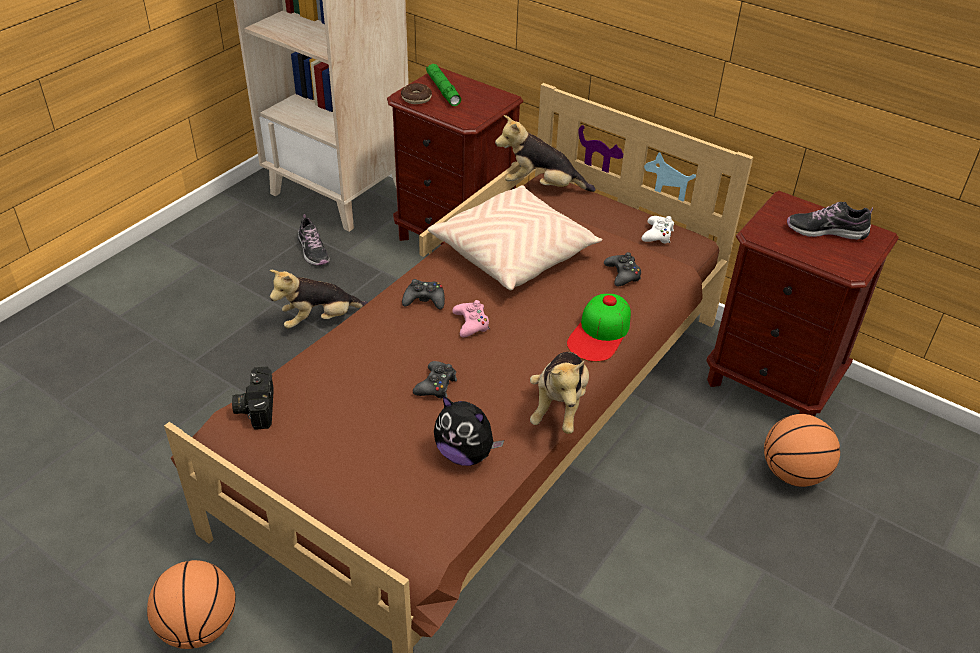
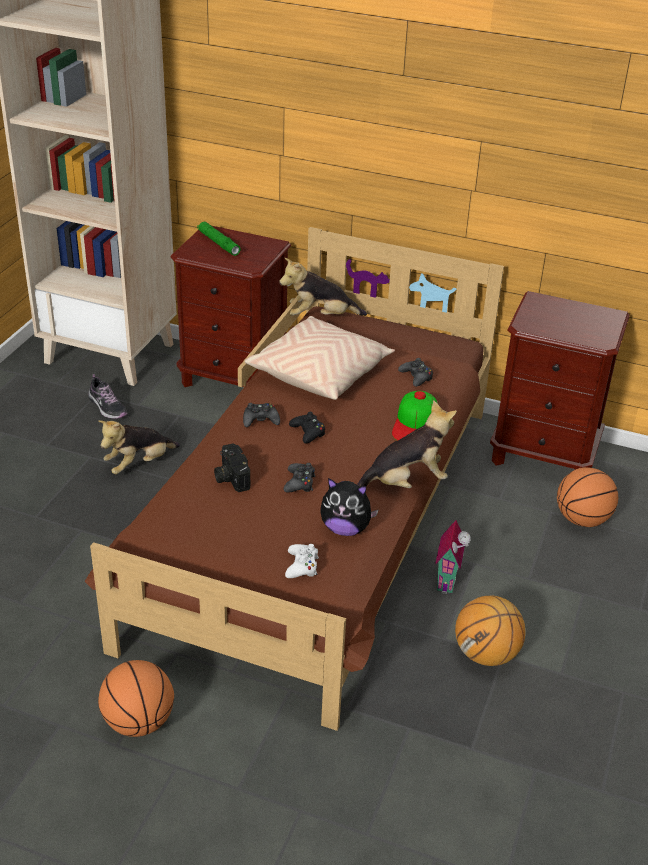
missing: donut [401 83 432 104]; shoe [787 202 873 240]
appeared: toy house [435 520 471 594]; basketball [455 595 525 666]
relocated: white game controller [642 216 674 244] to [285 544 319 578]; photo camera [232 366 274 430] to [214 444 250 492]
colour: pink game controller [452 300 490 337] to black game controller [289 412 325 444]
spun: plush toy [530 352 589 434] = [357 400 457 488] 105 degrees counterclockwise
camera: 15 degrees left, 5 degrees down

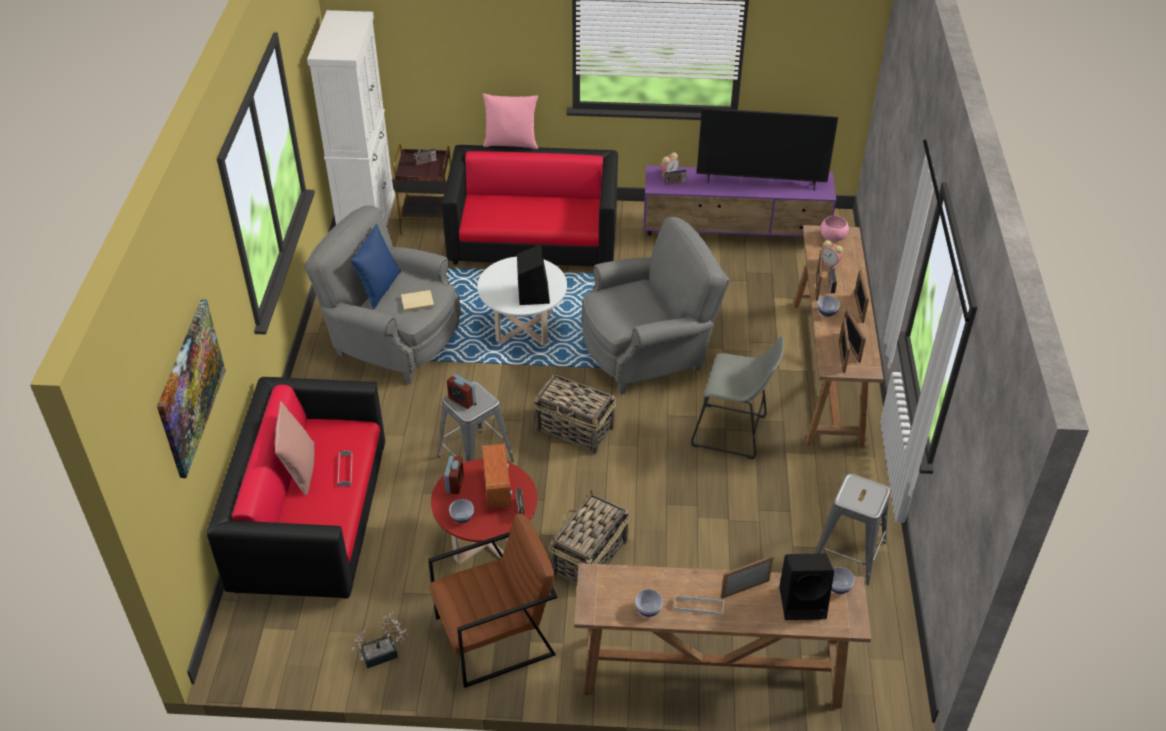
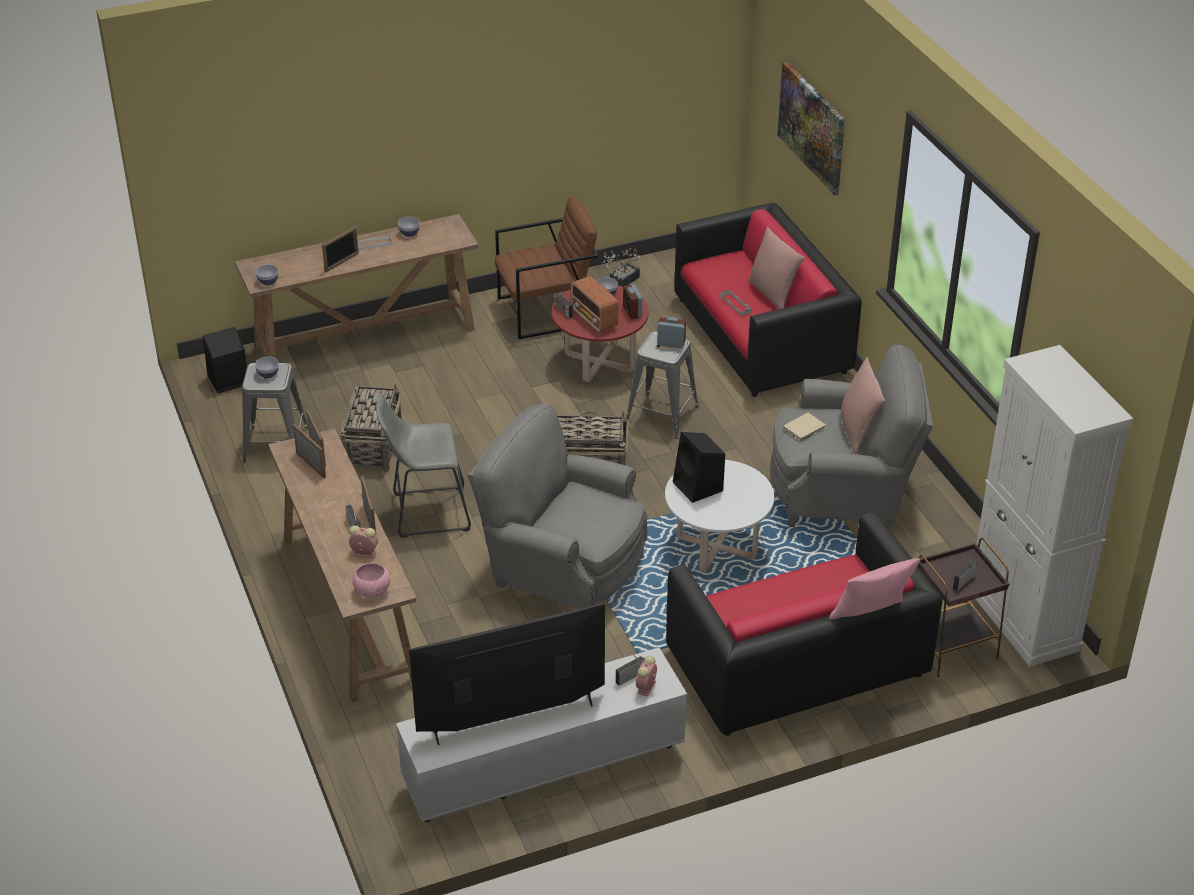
missing: picture frame [854 270 869 323]
relocated: bowl [817 296 840 317] to [255 356 279 379]; basket [549 490 630 584] to [340 384 402 472]; black speaker [779 553 834 620] to [203 327 247 393]
colour: purple tv stand [643 165 836 237] to white tv stand [396 648 687 822]; blue pillow [350 224 401 309] to pink pillow [841 357 885 454]
spun: grey armchair [581 217 730 395] = [468 404 647 608] 75 degrees clockwise; brown armchair [428 514 557 688] = [495 197 599 339] 150 degrees counterclockwise
camera: 155 degrees right, 5 degrees down

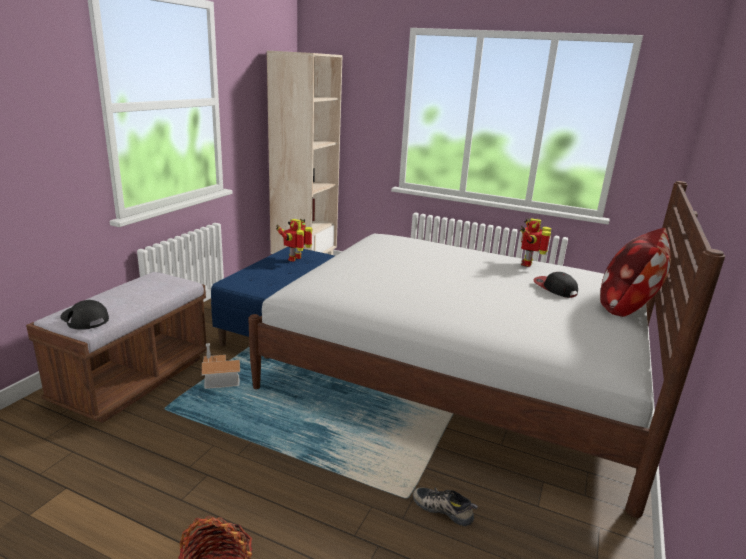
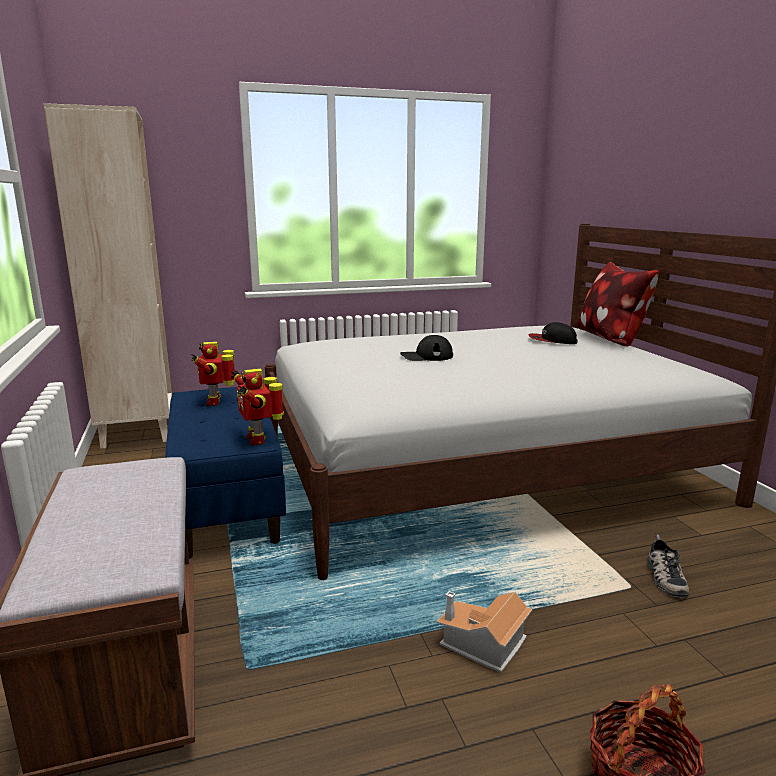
relocated: toy robot [520 218 551 267] to [231 368 284 445]; black cap [60 300 109 330] to [400 335 453 361]; toy house [202 343 240 389] to [436 591 532 673]
spun: shoe [413 487 478 526] = [647 535 689 598] 75 degrees counterclockwise
camera: 40 degrees left, 5 degrees down

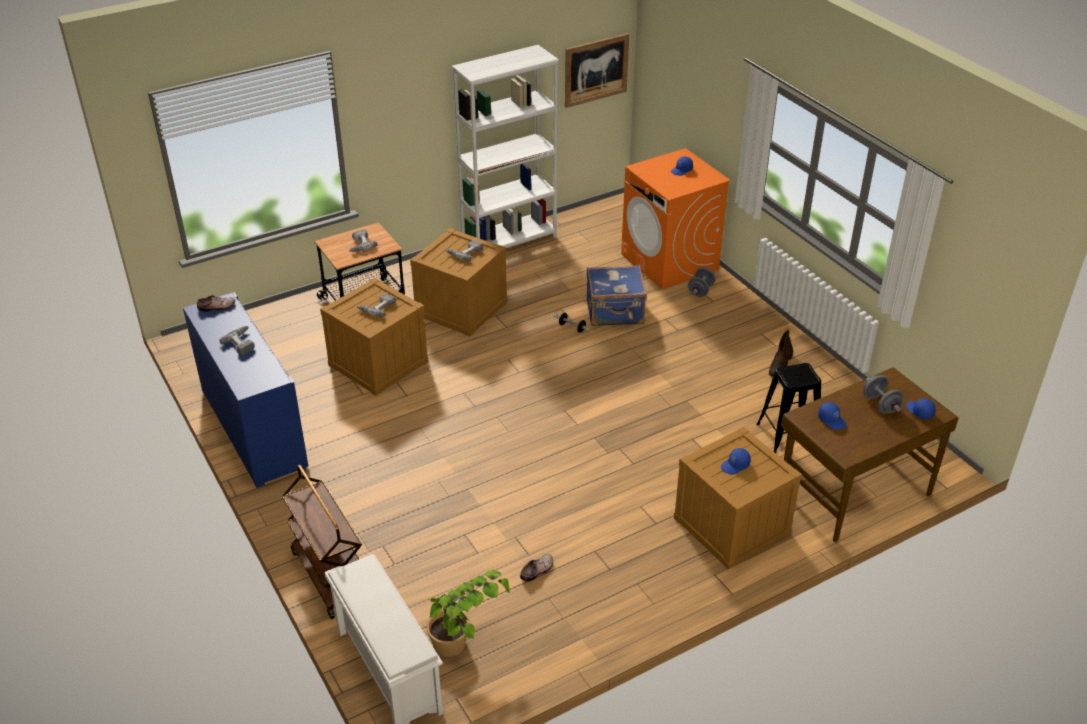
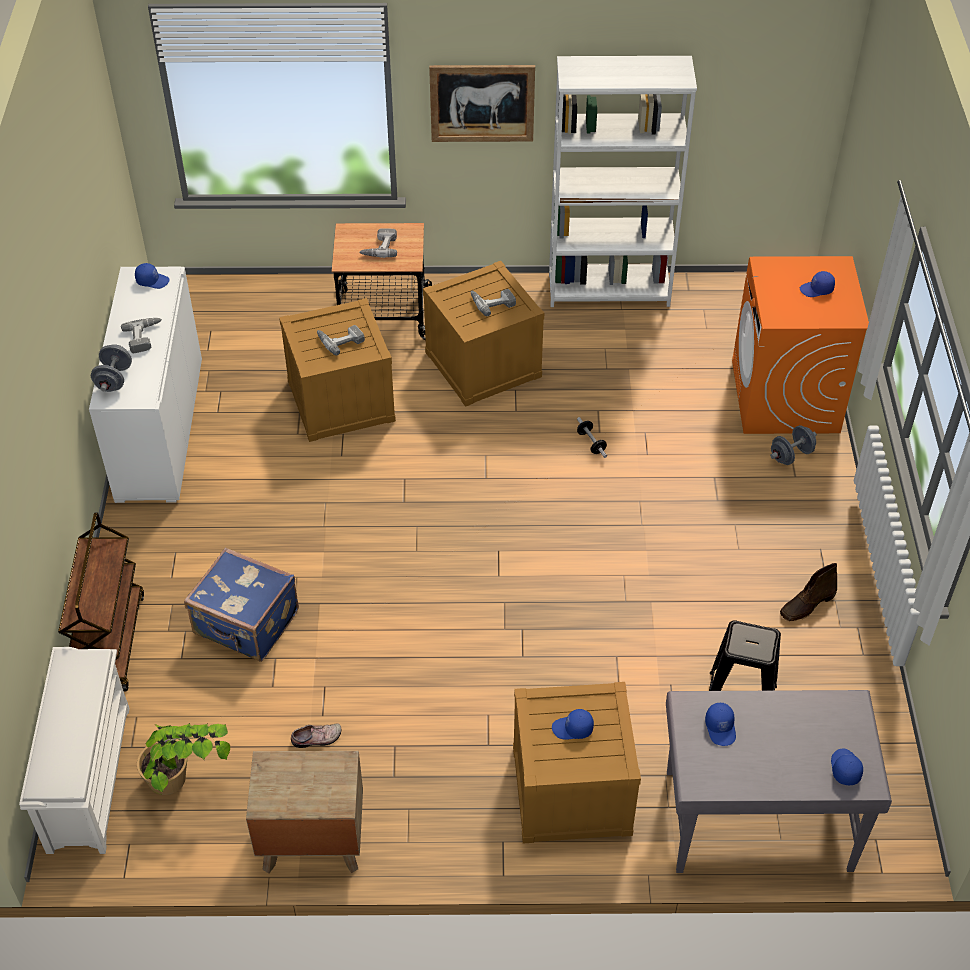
appeared: brown nightstand [246 751 363 873]
relocated: picture [565 33 629 108] to [429 65 535 142]; blue suitcase [587 265 647 326] to [184 548 299 662]; grey dumbbell [863 375 903 414] to [91 344 132 392]
exchanged: shoe [197 295 235 312] to blue cap [135 263 170 289]
colour: blue cabinet [183 292 308 488] to white cabinet [89 267 202 503]; brown desk [781 367 959 542] to grey desk [666 690 892 873]
camera: 30 degrees right, 10 degrees up

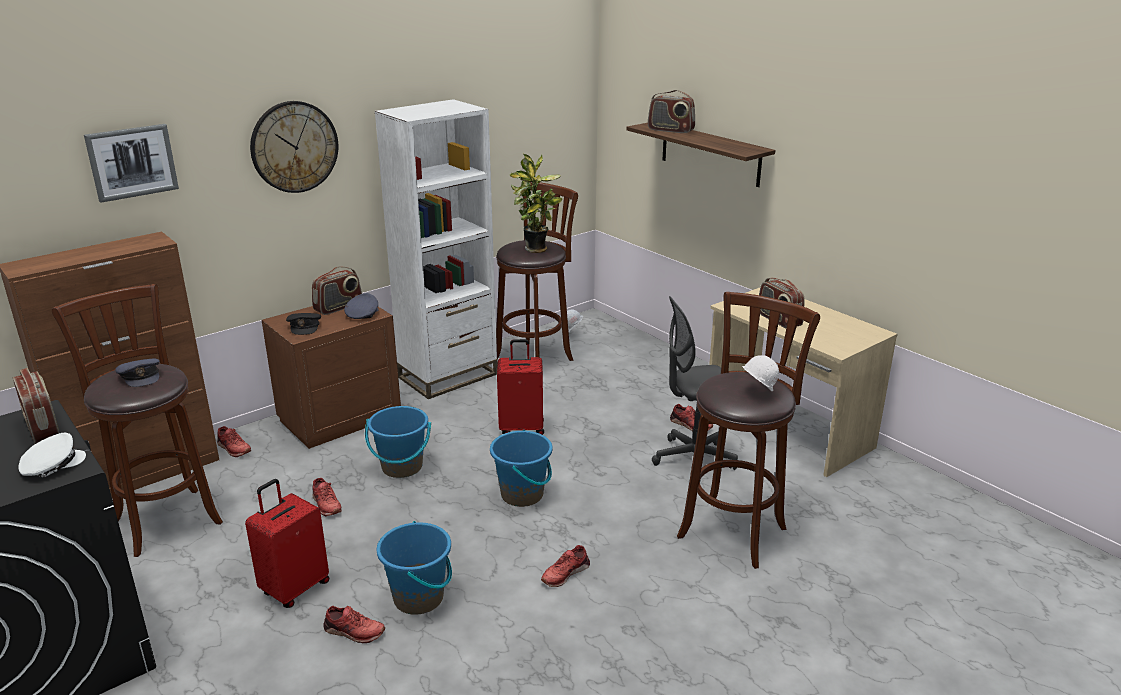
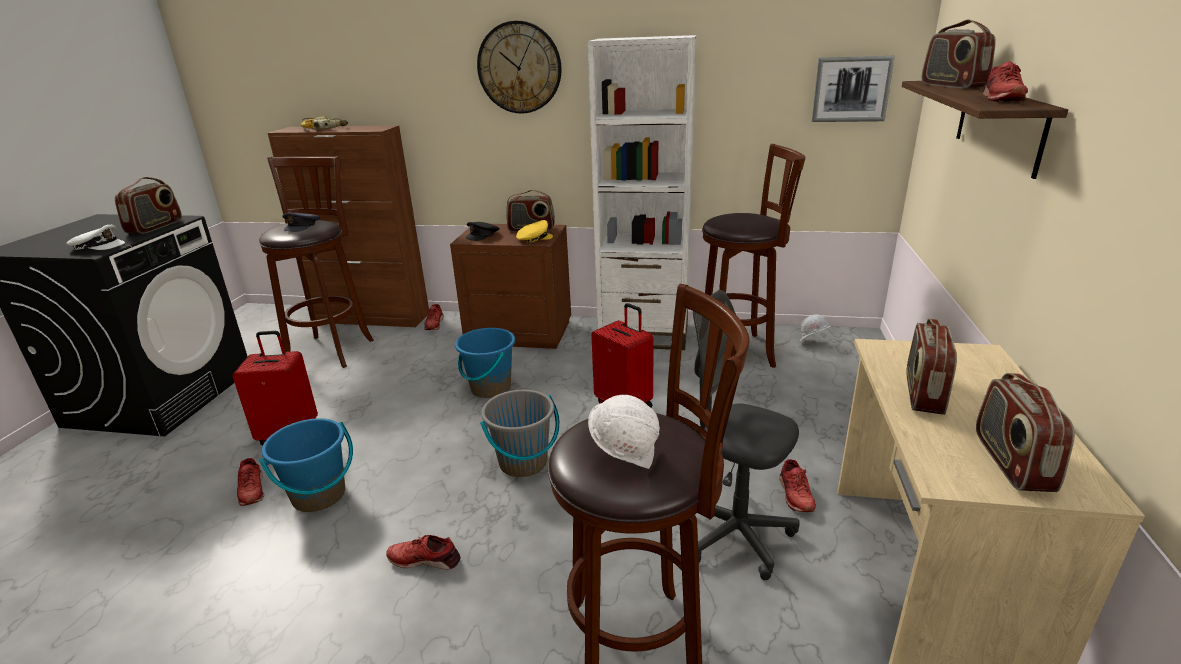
missing: potted plant [510 154 562 253]
appeared: power drill [301 116 348 130]; radio [976 373 1075 492]
relocated: picture [84 124 179 203] to [812 56 895 122]; red shoe [312 478 342 516] to [983 62 1028 102]
colour: grey cap [344 293 379 319] to yellow cap [516 220 553 242]; blue bucket [490 430 552 507] to grey bucket [480 390 560 477]
camera: 50 degrees right, 0 degrees up

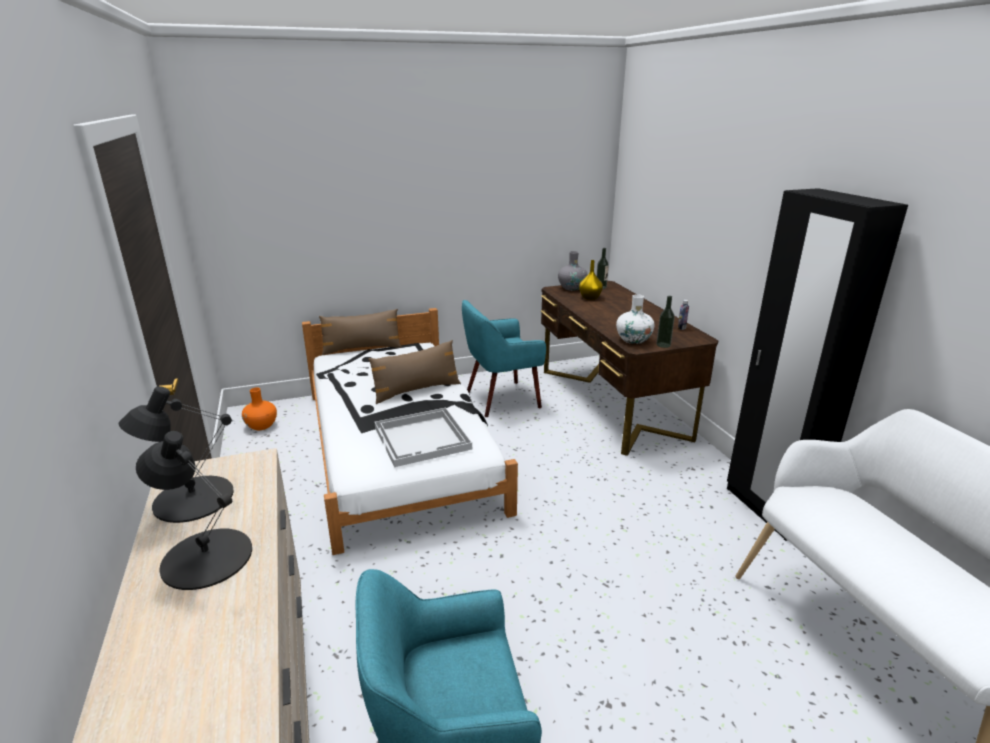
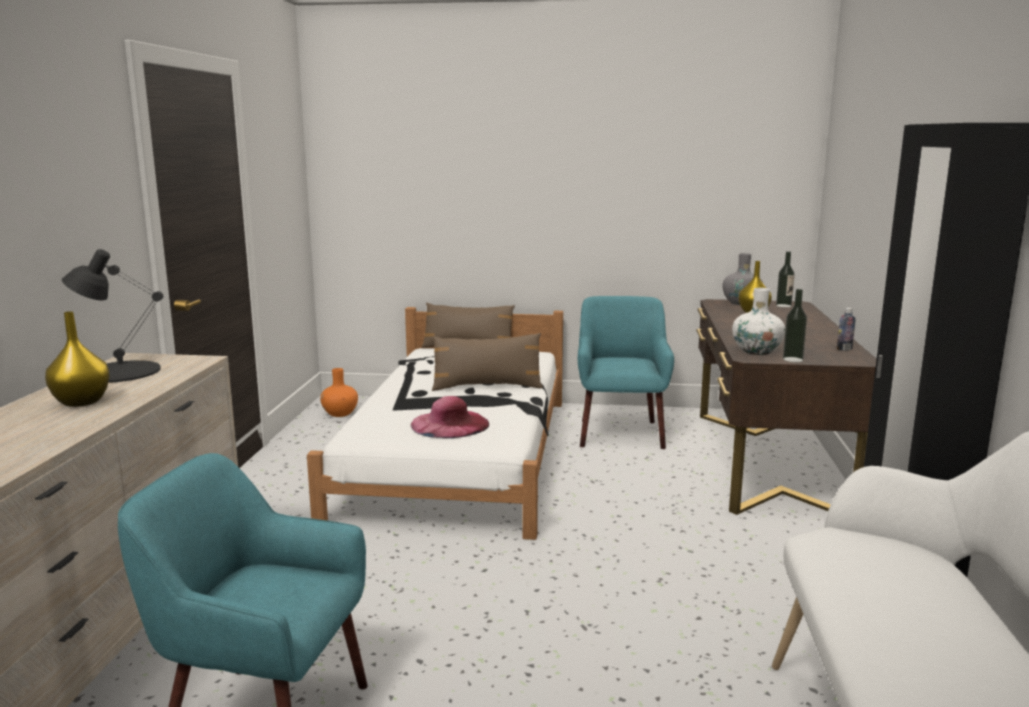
exchanged: white tray [375 408 472 467] to pink hat [411 396 489 438]; black table lamp [136 431 252 590] to yellow vase [45 311 110 407]
spun: turquoise armchair [462 300 546 417] = [578 296 674 449] 90 degrees clockwise
camera: 25 degrees right, 10 degrees down

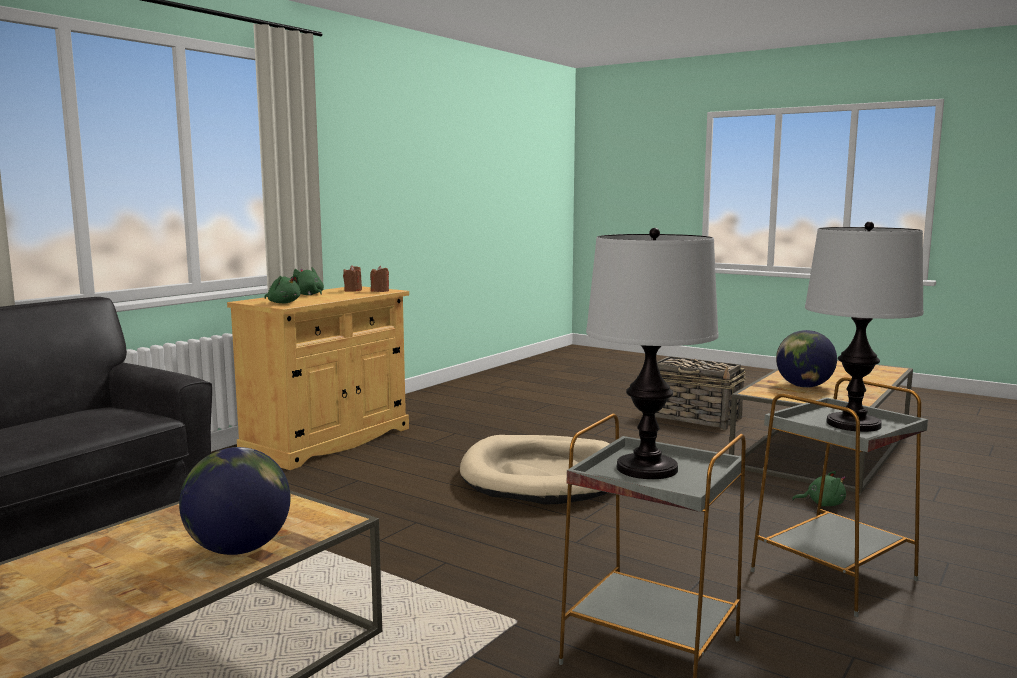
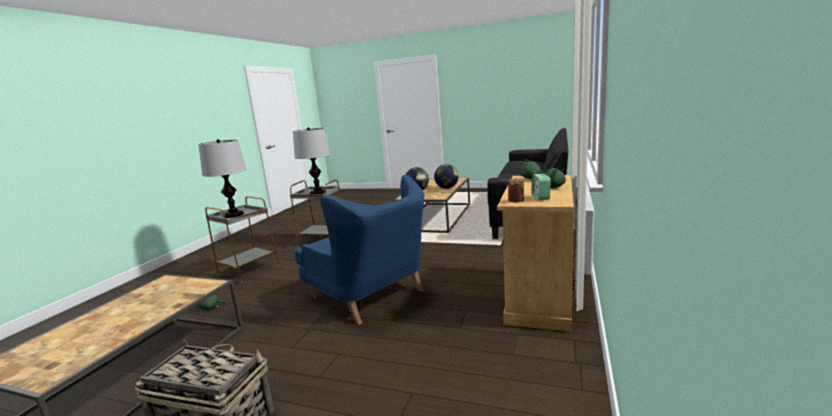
relocated: globe [776 330 837 388] to [434 164 459 189]
exchanged: brown candle [343 265 362 292] to alarm clock [531 174 551 200]; beige dog bed [460 435 609 505] to blue armchair [294 175 425 325]
camera: 165 degrees right, 5 degrees up

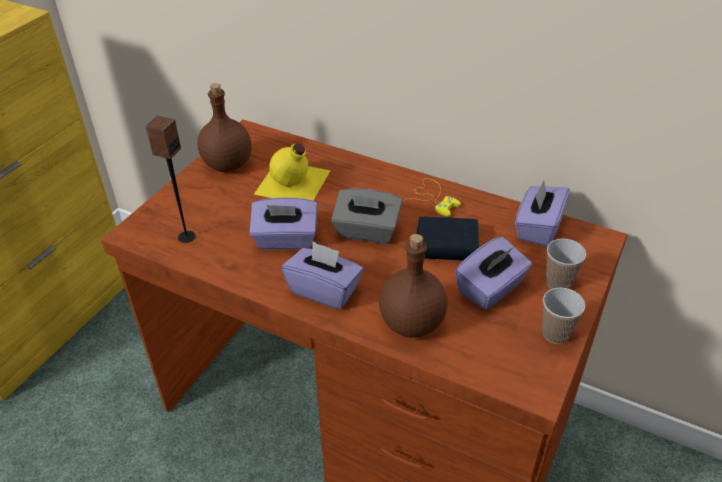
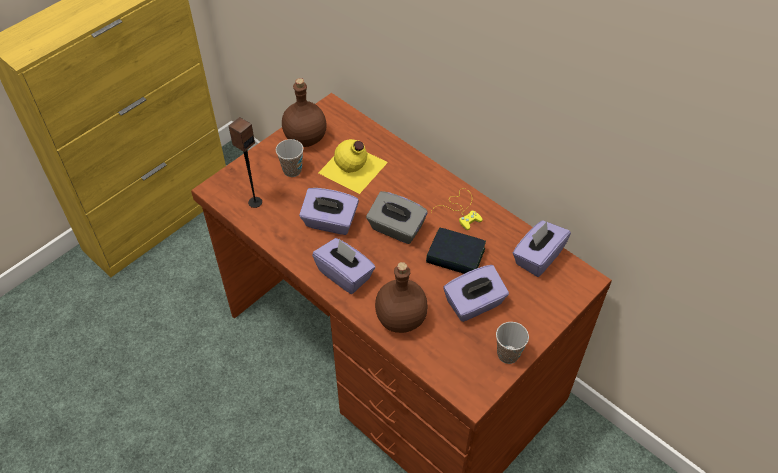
relocated: cup [546 238 586 289] to [276 139 303 177]
camera: 15 degrees right, 10 degrees up

